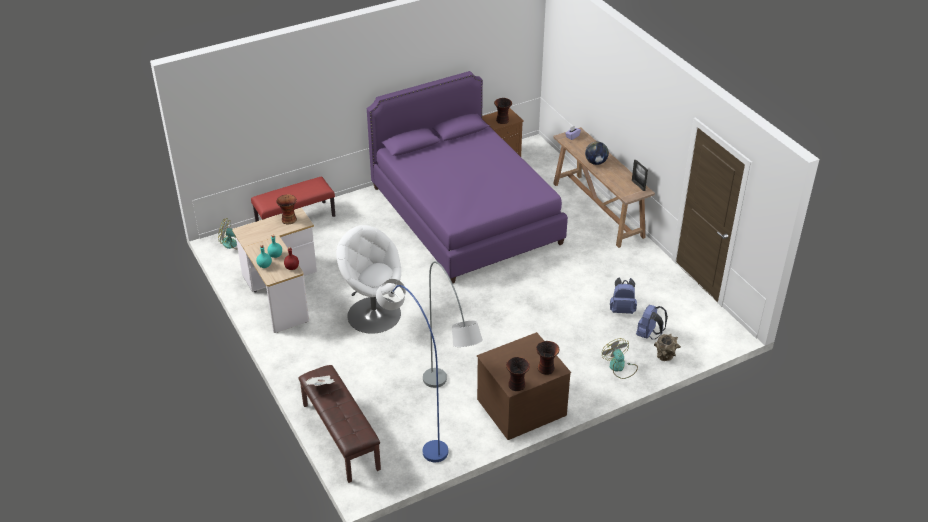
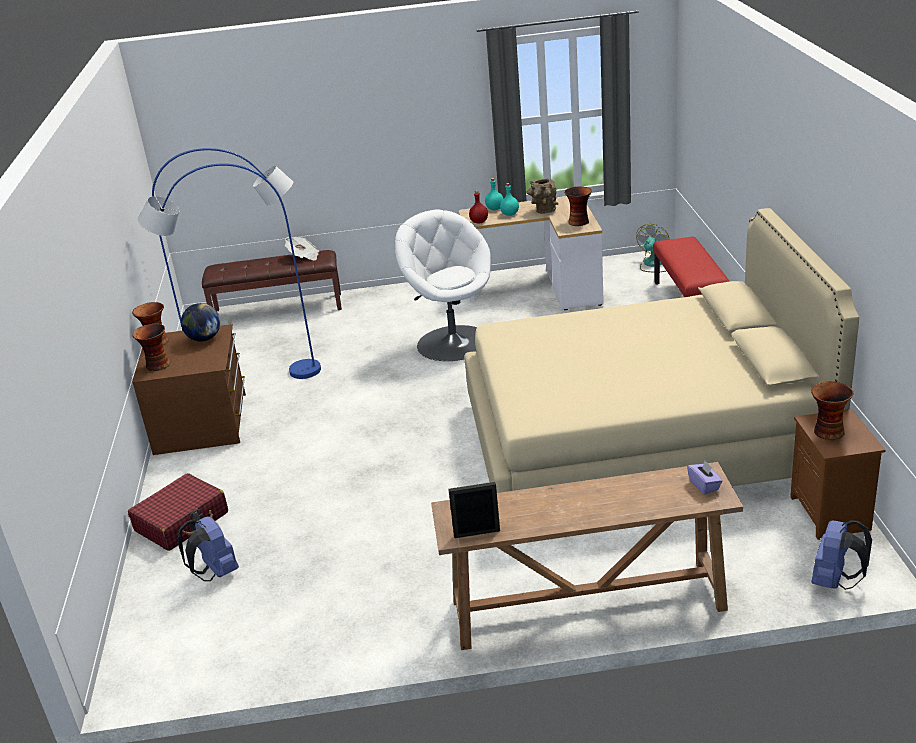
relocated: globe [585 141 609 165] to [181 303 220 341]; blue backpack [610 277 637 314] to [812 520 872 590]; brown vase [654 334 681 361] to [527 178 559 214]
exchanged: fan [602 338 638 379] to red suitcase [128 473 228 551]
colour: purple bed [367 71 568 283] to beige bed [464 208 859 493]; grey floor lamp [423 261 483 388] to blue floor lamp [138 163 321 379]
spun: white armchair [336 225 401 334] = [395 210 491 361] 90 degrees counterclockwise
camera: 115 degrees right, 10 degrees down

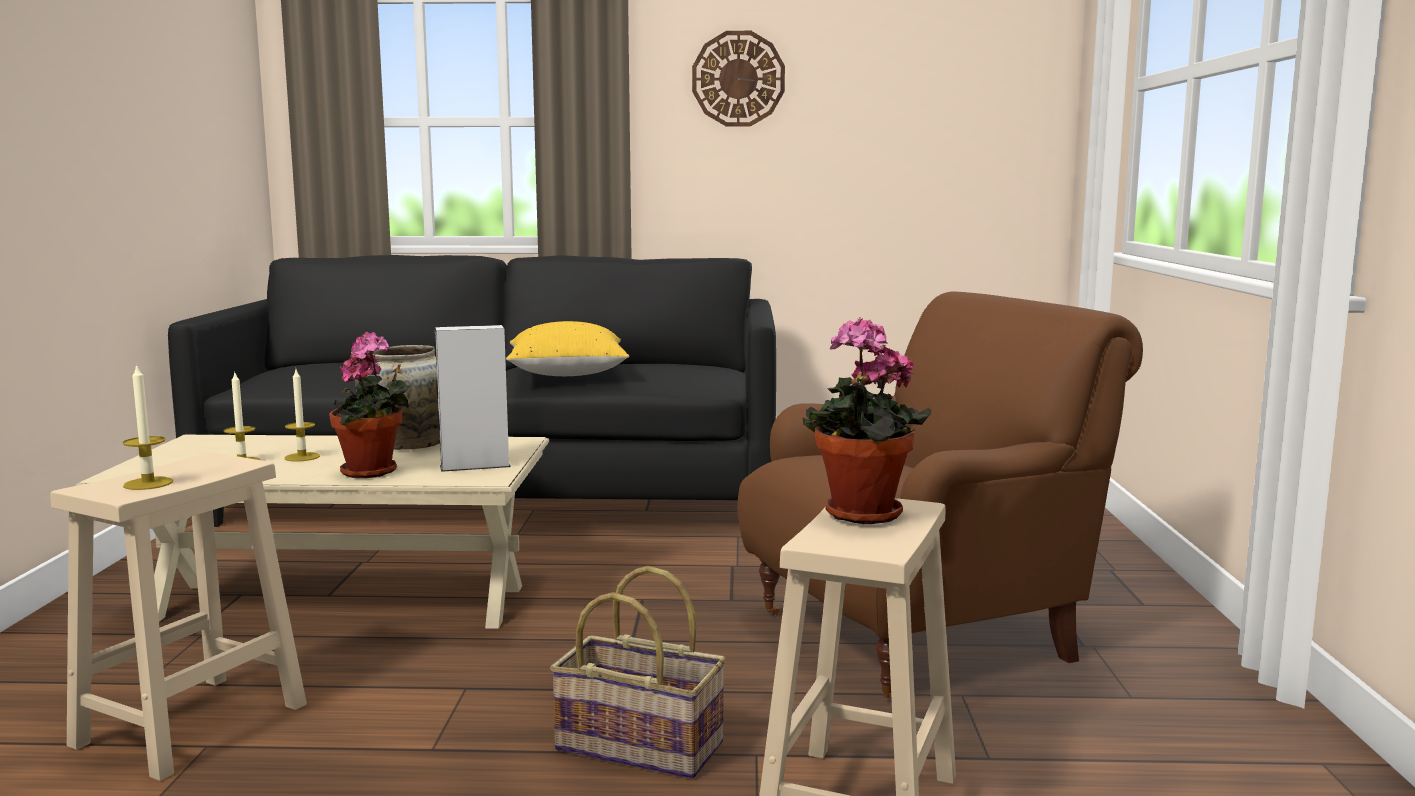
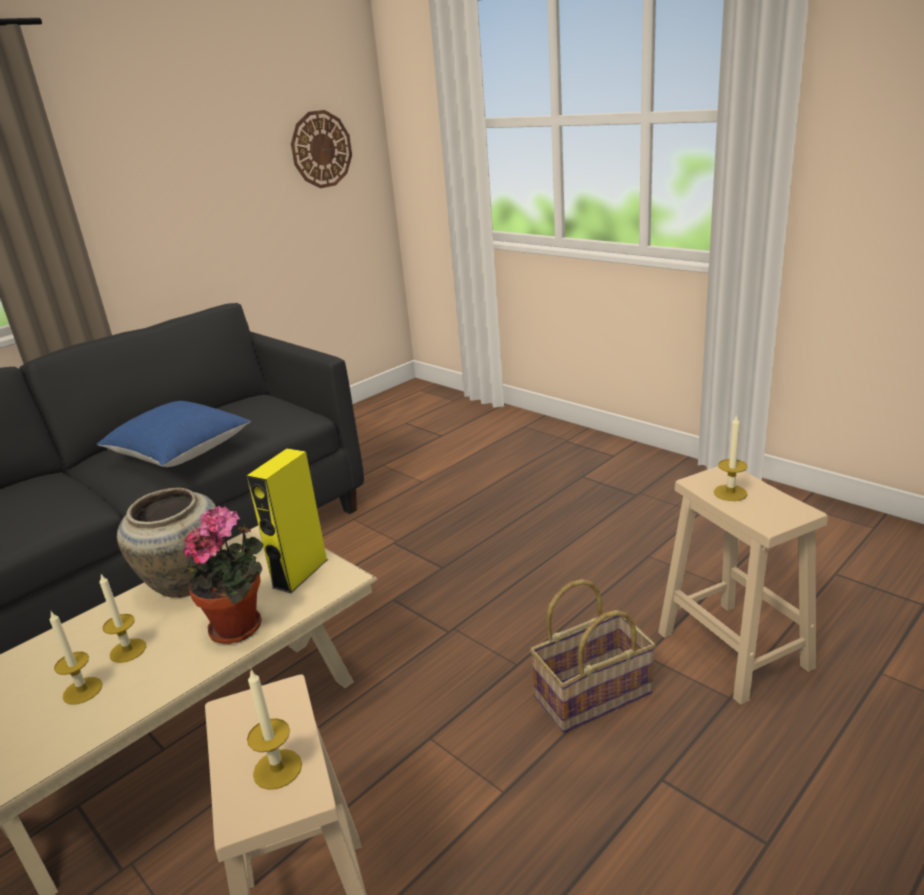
missing: brown armchair [737 291 1143 700]
relocated: wall clock [692 31 785 127] to [291 110 352 188]
exchanged: potted plant [802 318 931 524] to candle [714 415 747 501]
colour: yellow pillow [506 321 629 376] to blue pillow [97 401 251 467]; grey speaker [434 325 511 472] to yellow speaker [246 448 328 593]
camera: 45 degrees left, 15 degrees up

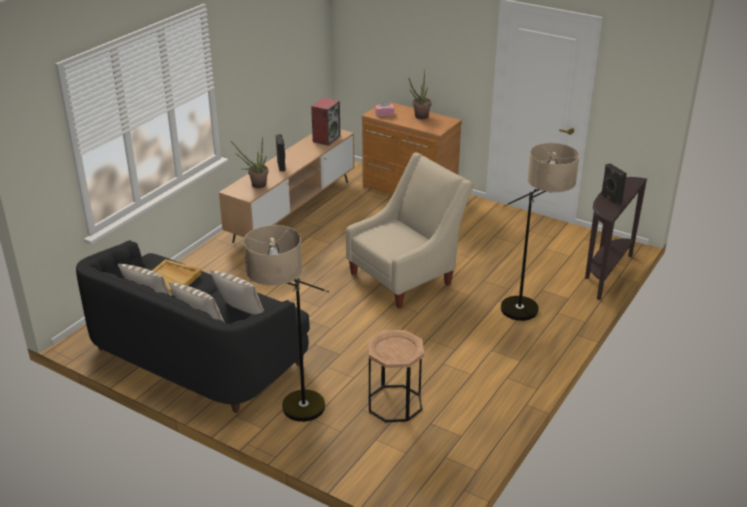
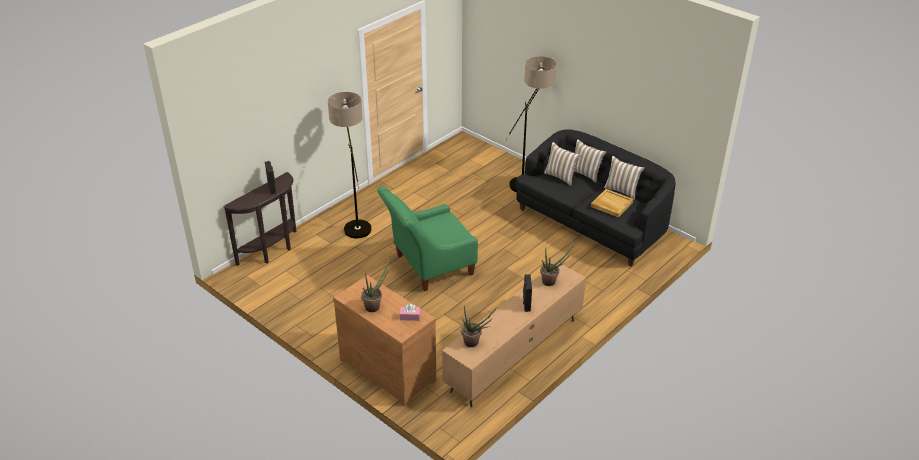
missing: brown side table [368 330 424 422]
exchanged: speaker [311 97 340 146] to potted plant [461 305 497 347]
colour: beige armchair [346 152 474 309] to green armchair [377 186 478 291]
camera: 170 degrees left, 5 degrees up

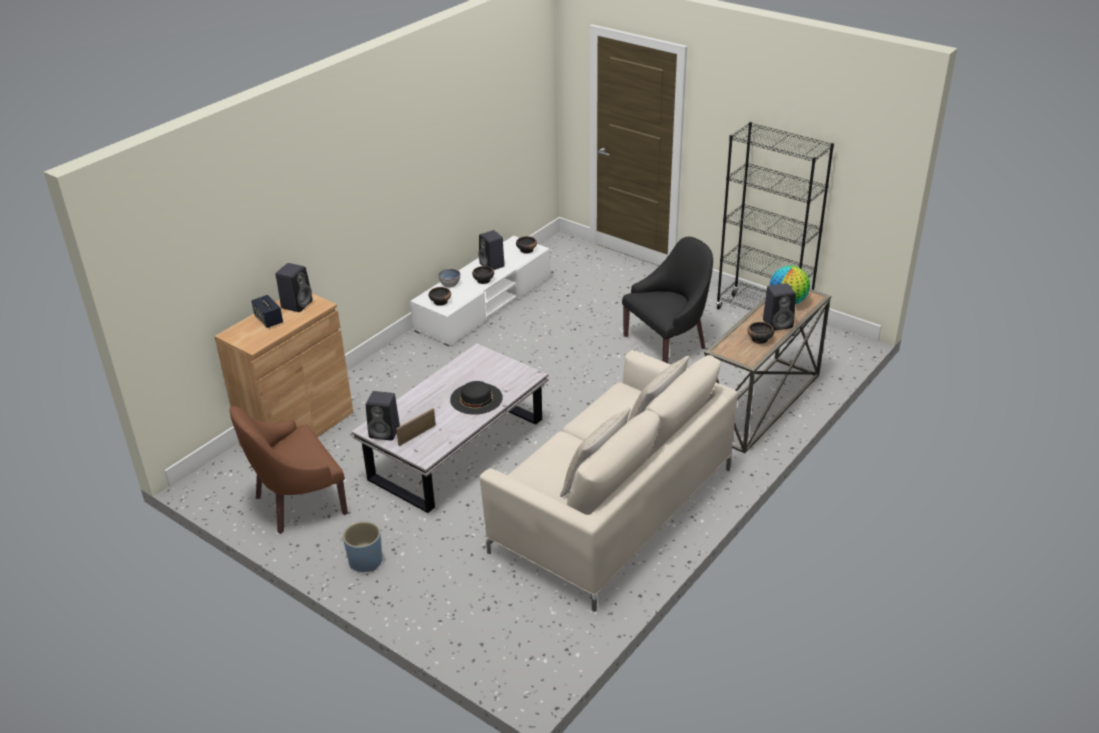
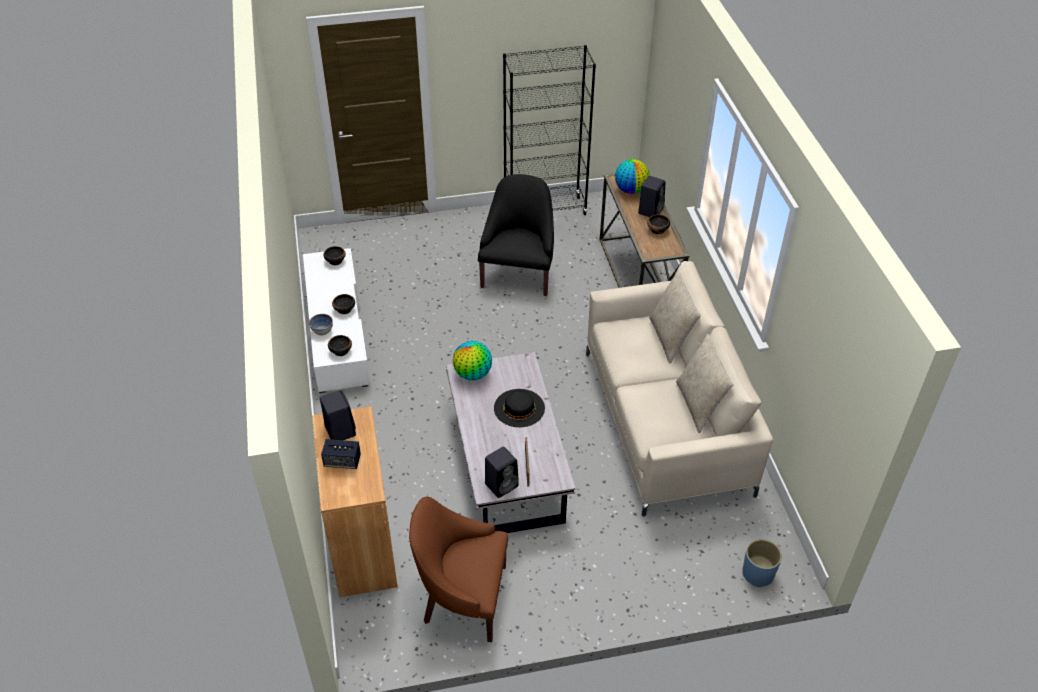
missing: black speaker [478 230 505 270]
appeared: globe [453 341 492 380]
relocated: blue planter [343 521 383 572] to [742 539 782 587]
spun: brown armchair [230 406 348 534] = [409 497 508 642] 90 degrees clockwise
camera: 50 degrees left, 10 degrees up

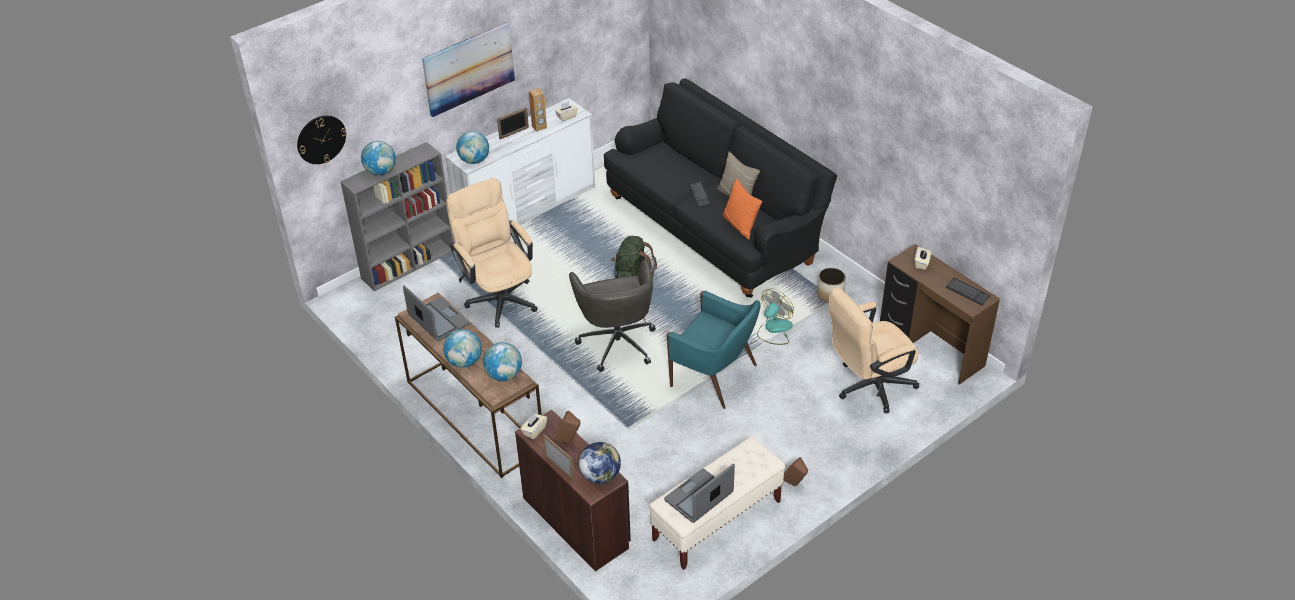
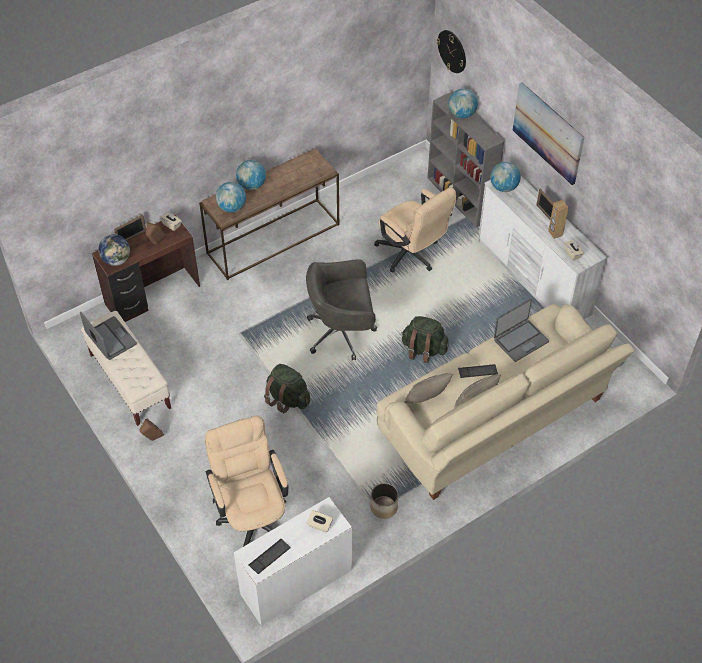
missing: fan [757 289 794 345]
relocated: laptop [403 285 469 341] to [494 298 549 362]
exchanged: turquoise armchair [667 290 761 409] to green backpack [264 364 310 413]
colour: black sofa [604 78 837 298] to beige sofa [376 304 634 500]; orange pillow [722 178 762 240] to beige pillow [405 373 453 404]; brown desk [880 244 1000 385] to white desk [234 497 352 626]
spun: beige office chair [446 178 538 328] = [374 188 456 273] 75 degrees clockwise
camera: 95 degrees right, 10 degrees up

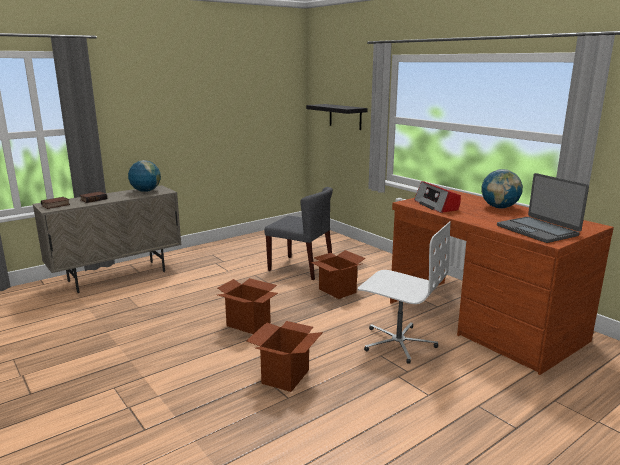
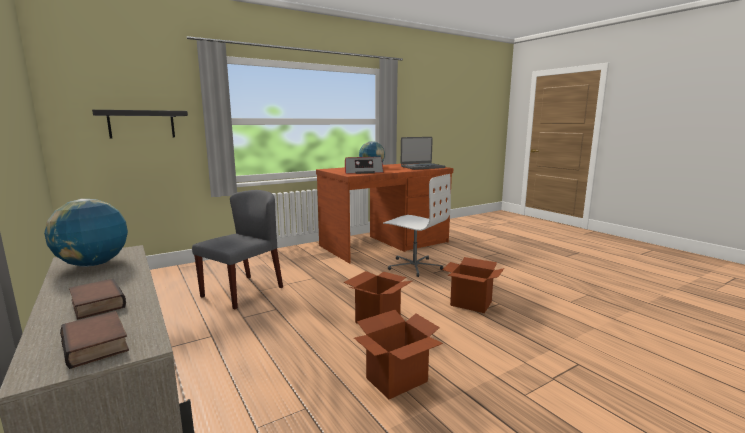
relocated: cardboard box [310 250 366 299] to [354 310 443 399]
spun: white office chair [358 221 451 364] = [383 174 451 277] 90 degrees clockwise
camera: 85 degrees left, 5 degrees down

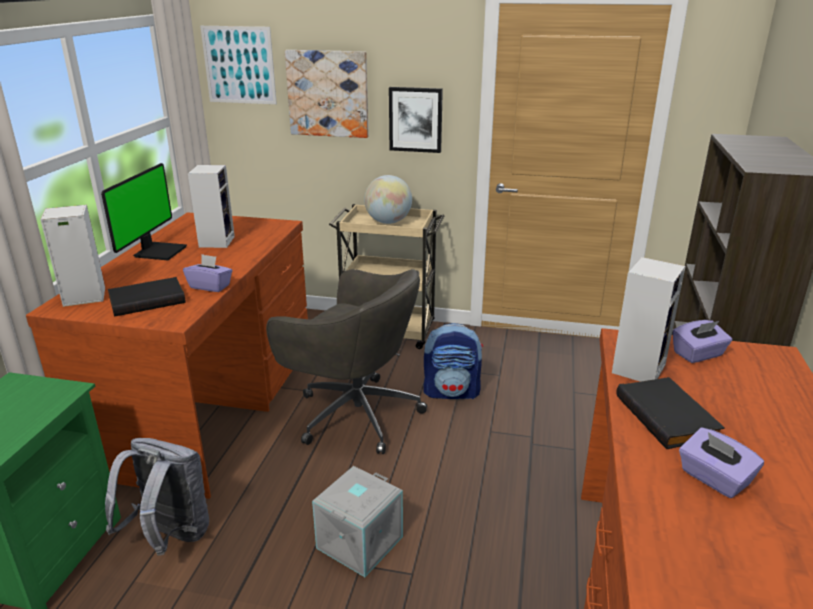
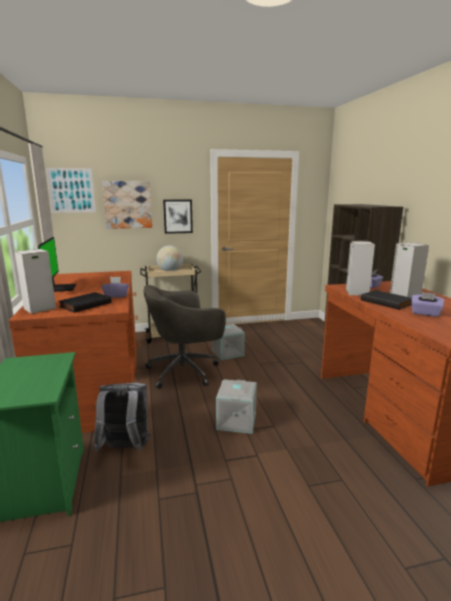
relocated: speaker [188 165 235 248] to [390 242 429 298]
exchanged: backpack [423 323 483 399] to grey storage box [212 324 245 360]
spun: grey office chair [266 269 427 454] = [144 285 226 389] 150 degrees clockwise
camera: 25 degrees left, 10 degrees down

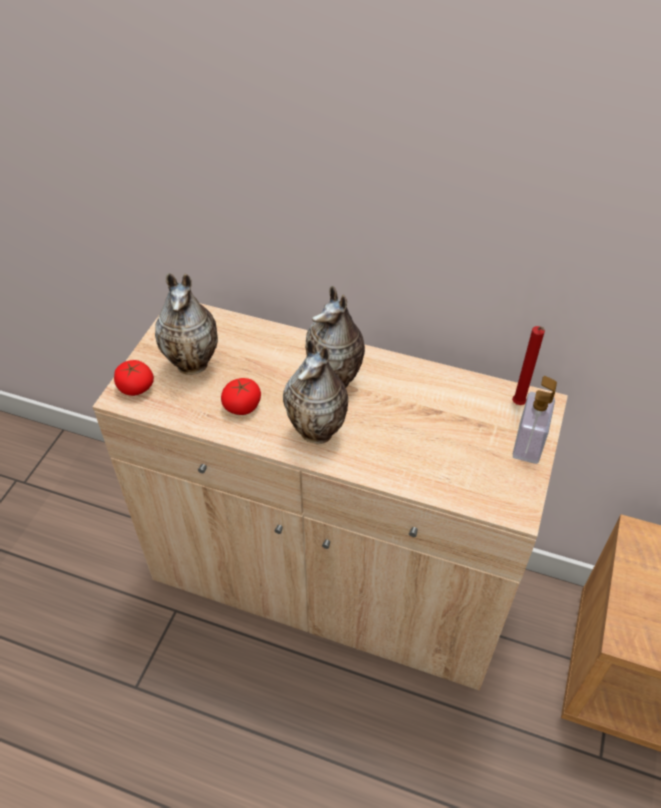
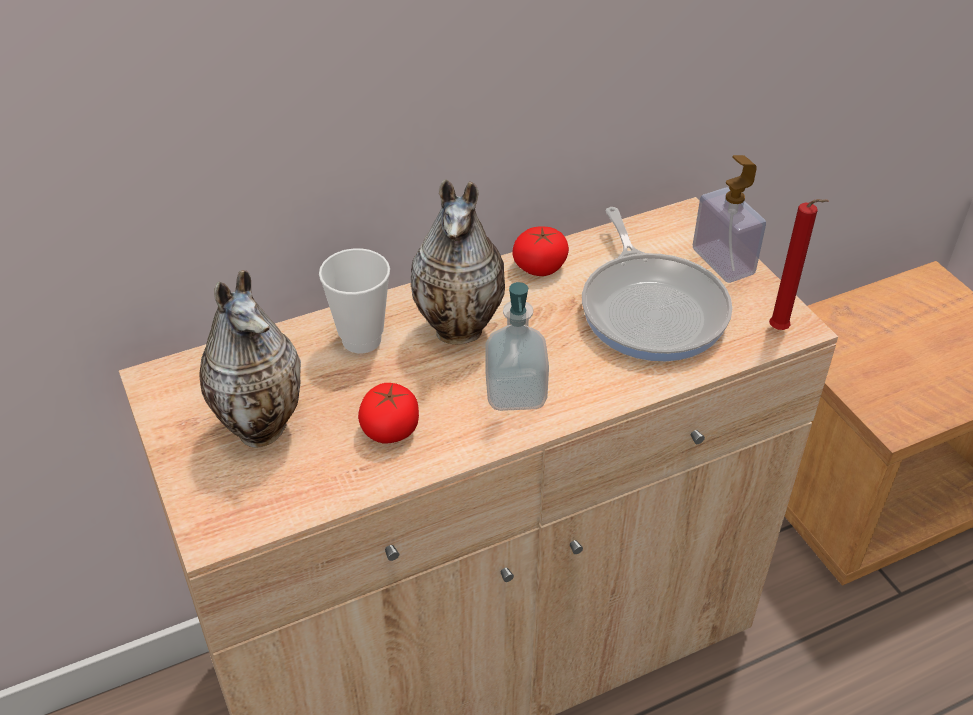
appeared: frying pan [582 207 732 362]; cup [319 248 390 353]
relocated: red candle [512 326 545 405] to [769 199 829 330]; tomato [114 360 154 396] to [513 227 569 276]
exchanged: vase [283 339 348 443] to soap dispenser [486 282 549 411]
camera: 45 degrees left, 5 degrees down

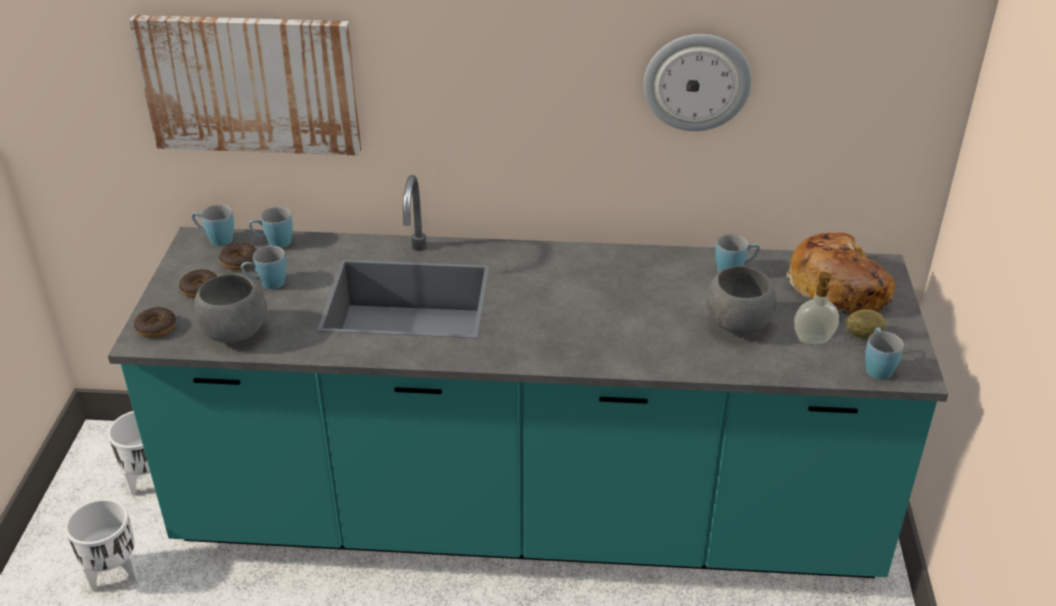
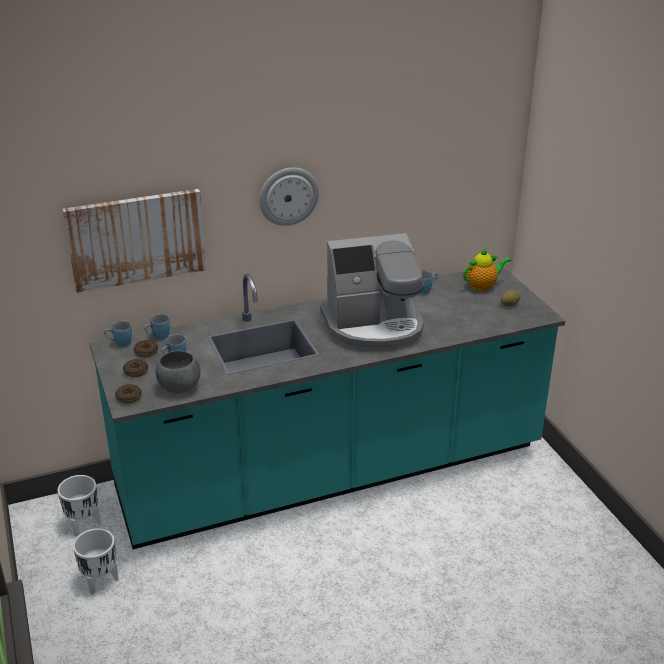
missing: grey bowl [706 266 777 334]; soap dispenser [794 272 839 344]; blue mug [865 327 904 380]
appeared: coffee machine [320 233 424 351]
relocated: wall clock [643 34 752 131] to [259 167 319 226]
exchanged: bread [786 233 895 314] to teapot [463 248 511 291]
camera: 25 degrees left, 5 degrees down

